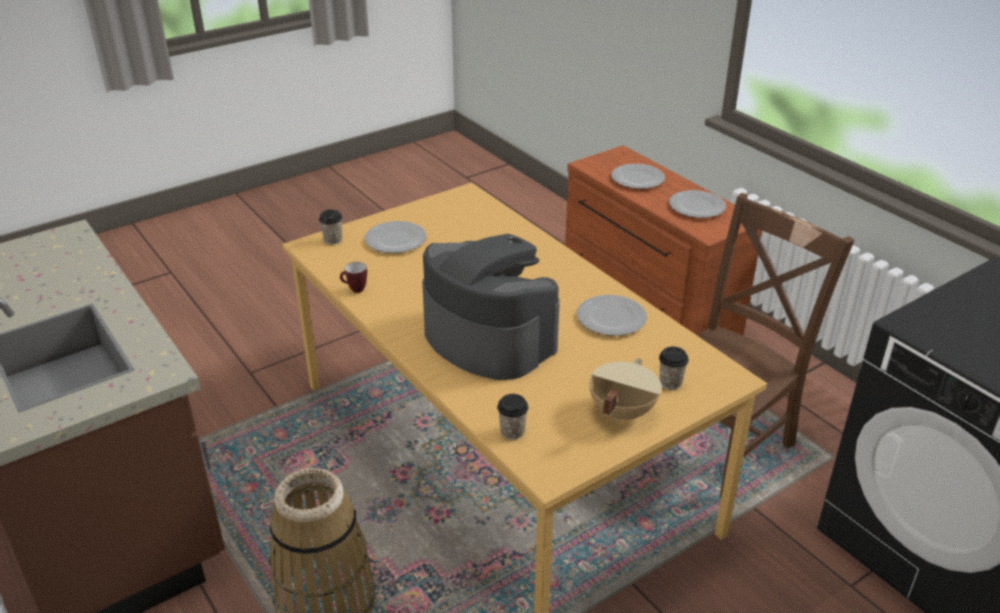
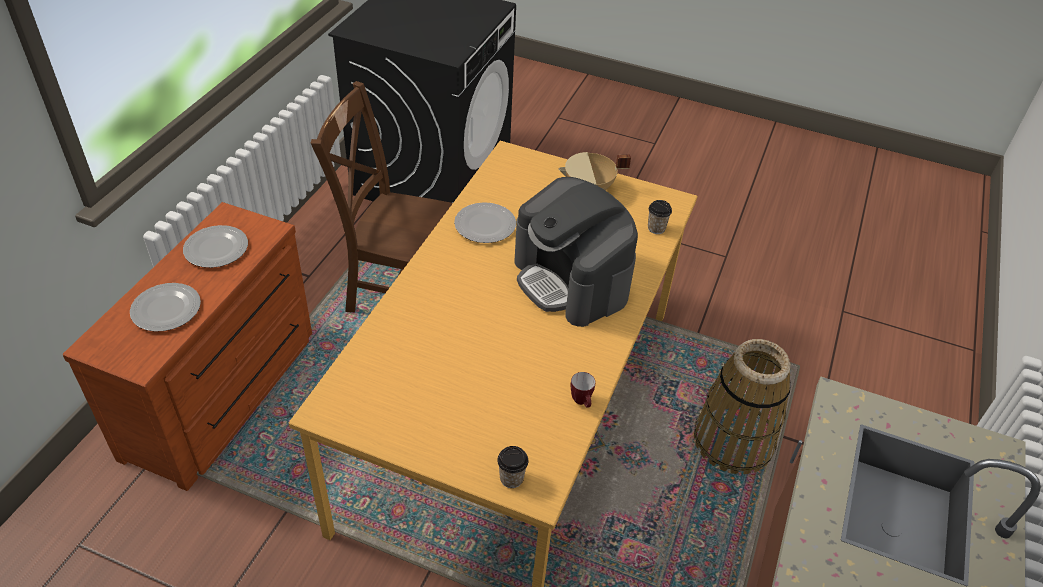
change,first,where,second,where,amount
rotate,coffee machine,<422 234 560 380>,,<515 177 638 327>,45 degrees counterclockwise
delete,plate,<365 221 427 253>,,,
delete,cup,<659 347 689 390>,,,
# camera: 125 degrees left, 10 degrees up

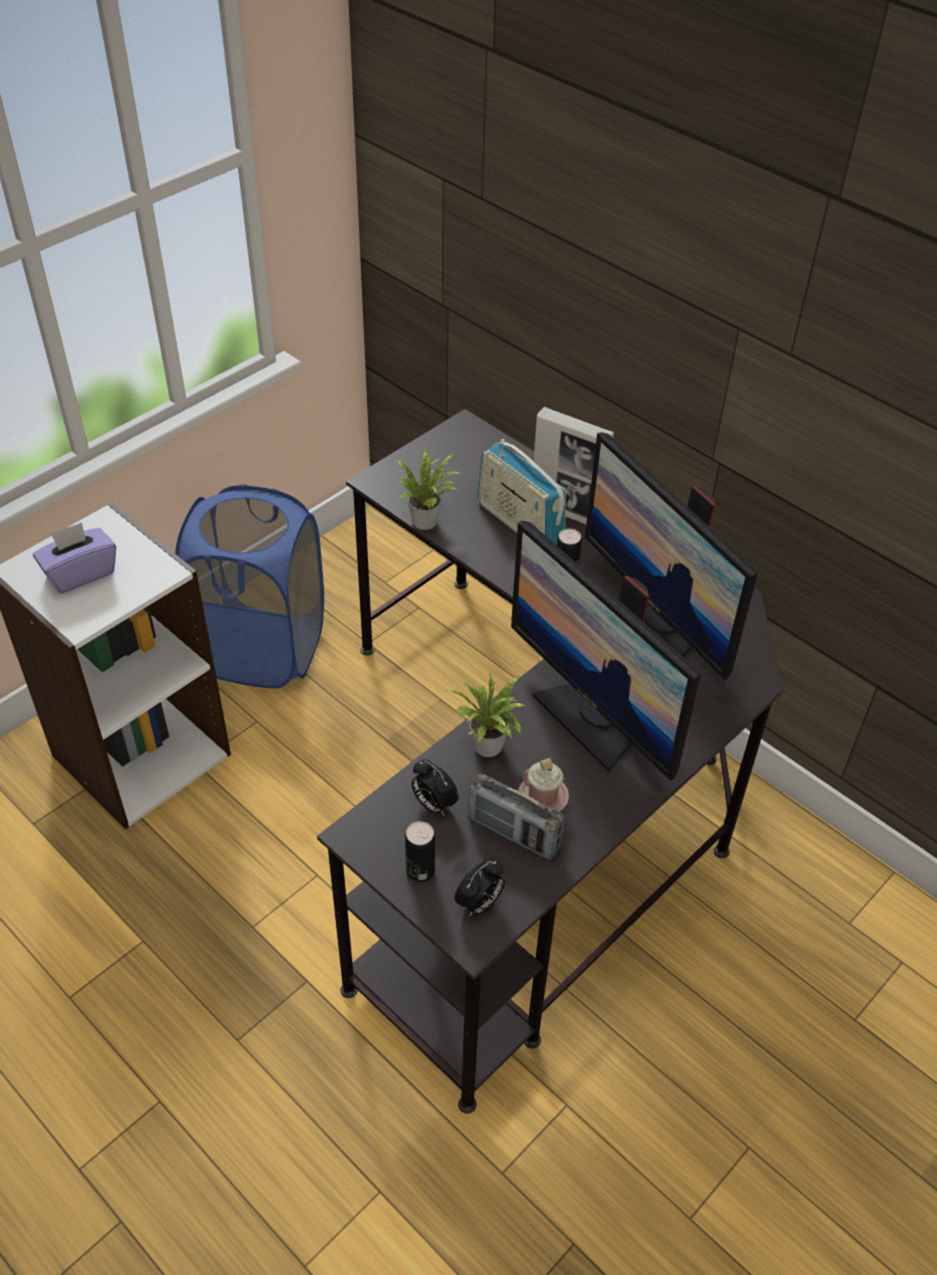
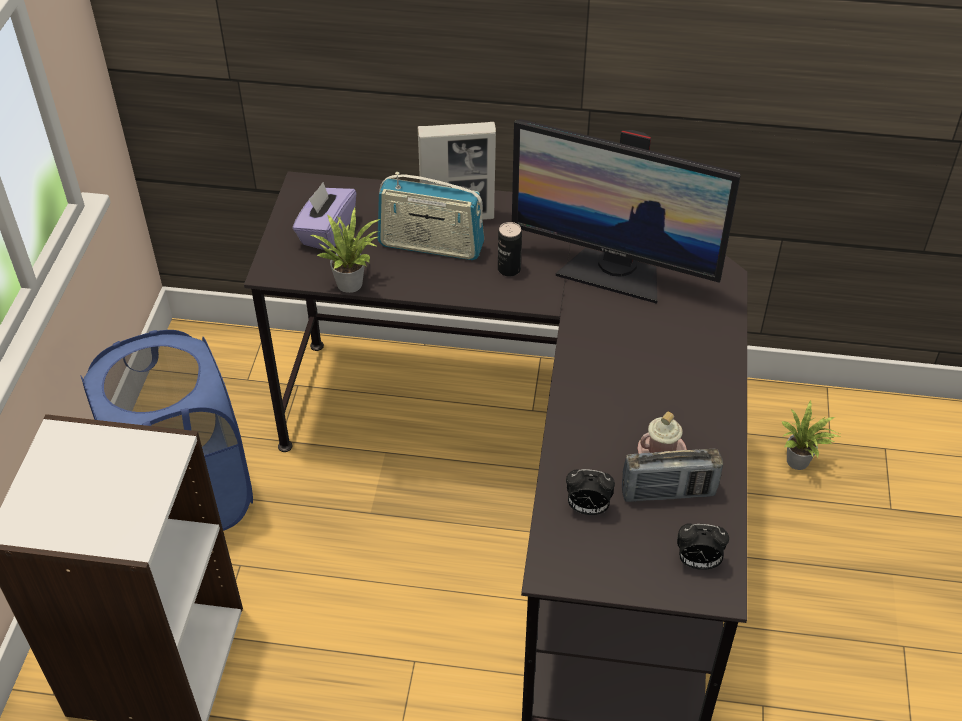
change,first,where,second,where,amount
move,tissue box (purple),<33 522 116 594>,,<293 182 356 251>,
rotate,alarm clock,<454 858 505 917>,,<677 523 729 570>,90 degrees clockwise
move,potted plant,<443 673 525 757>,,<781 400 840 470>,
delete,can,<405 821 435 882>,,,
delete,monitor,<511 521 701 781>,,,
# camera: 35 degrees left, 0 degrees up

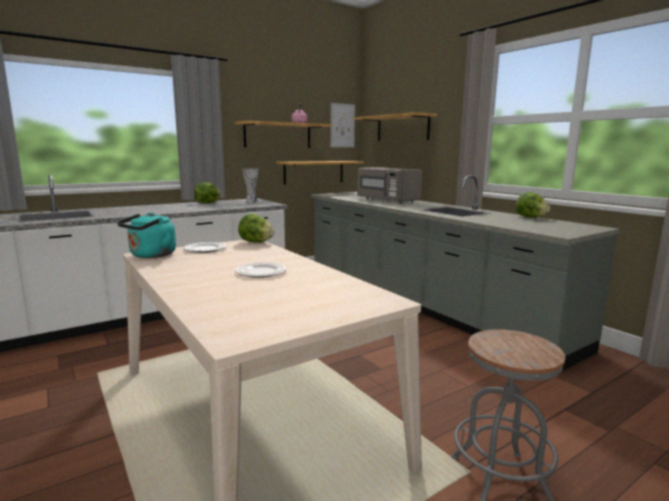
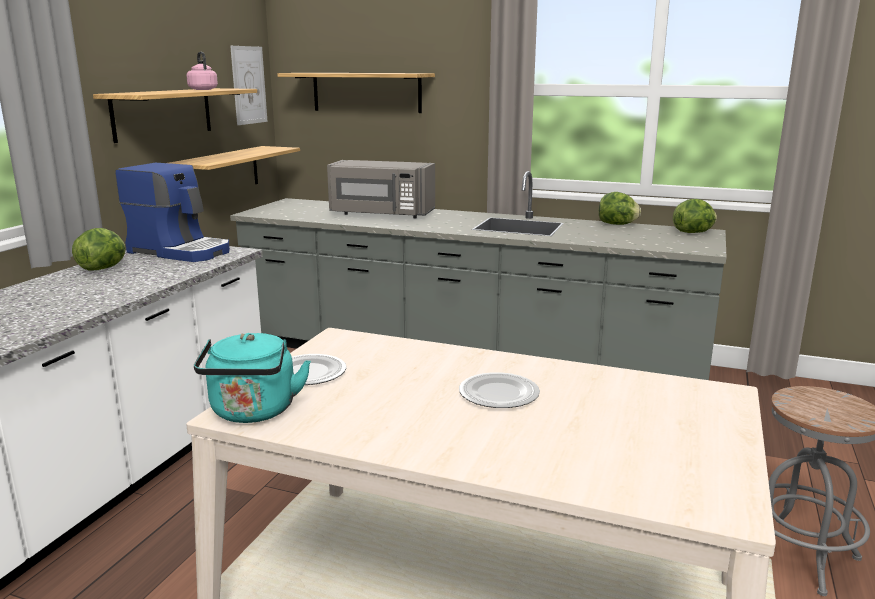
change,first,where,second,where,amount
replace,vase,<242 168 259 203>,coffee machine,<115 163 230 262>,
move,lettuce,<238 214 275 243>,,<673 199 717 233>,
# camera: 35 degrees left, 5 degrees up

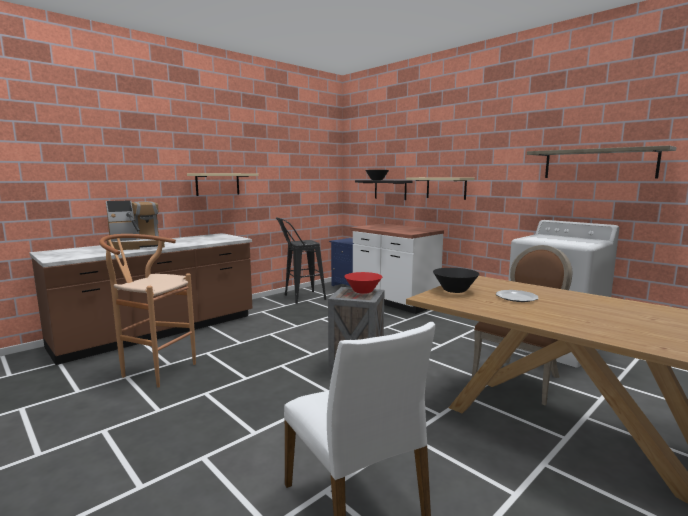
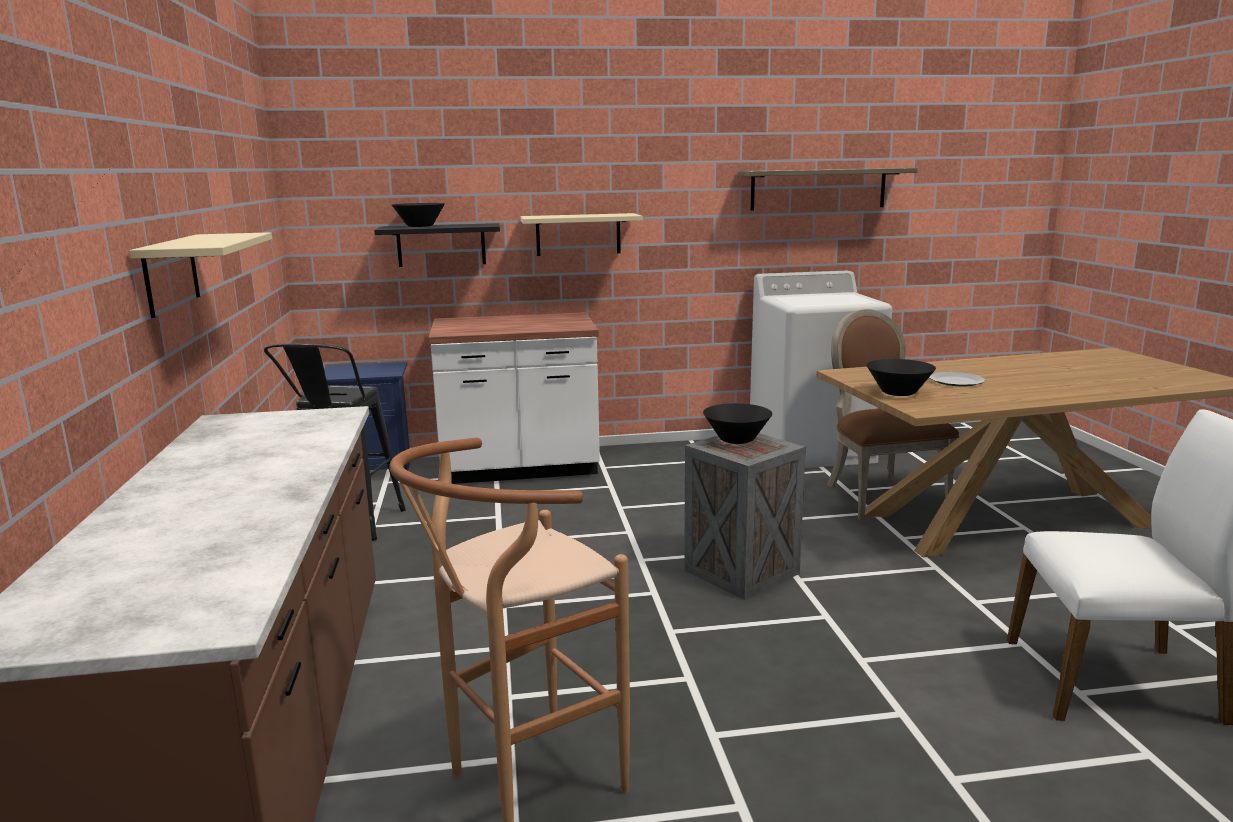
change,first,where,second,where,amount
recolor,bowl (red),<344 272 382 294>,bowl (black),<703 403 772 444>,
delete,coffee machine,<106 200 165 250>,,,
# camera: 55 degrees left, 5 degrees up

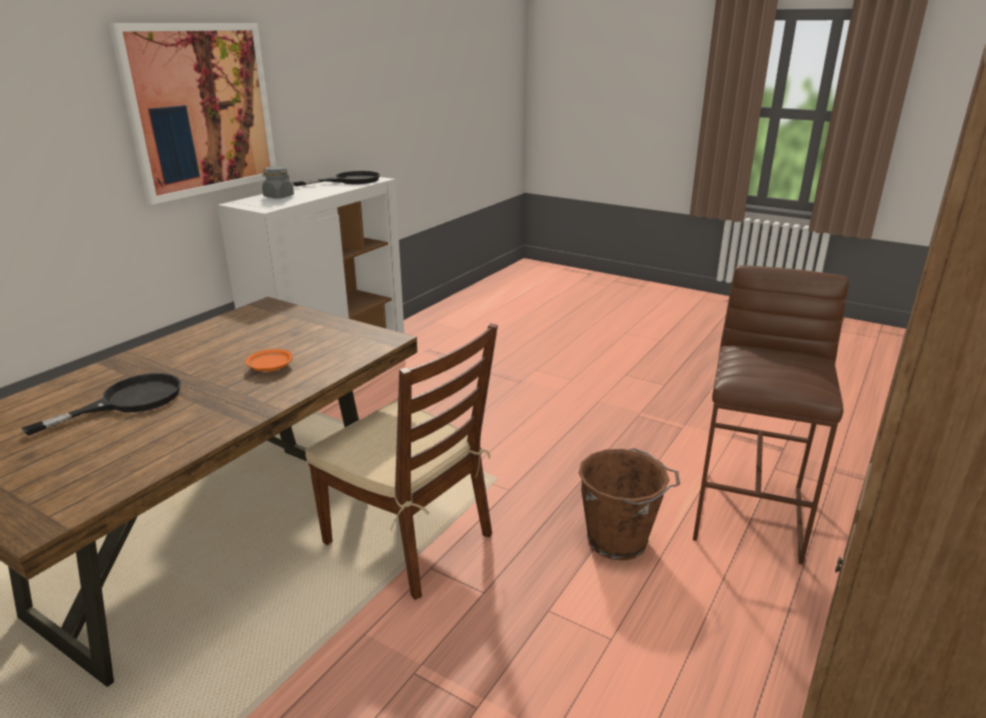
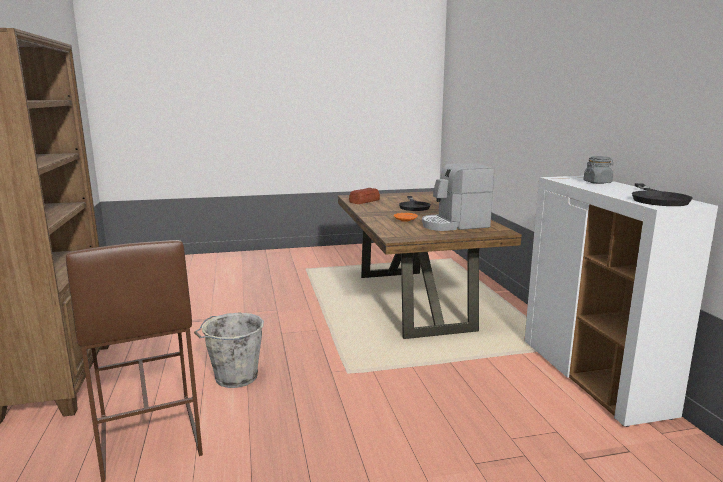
change,first,where,second,where,amount
recolor,bucket (brown),<579 448 680 561>,bucket (grey),<194 313 264 388>,
insert,,,bread,<349 188 380 204>,
insert,,,coffee machine,<422 163 494 231>,
delete,picture,<109 23 276 205>,,,
delete,chair (brown),<305 323 498 600>,,,
# camera: 135 degrees right, 10 degrees down

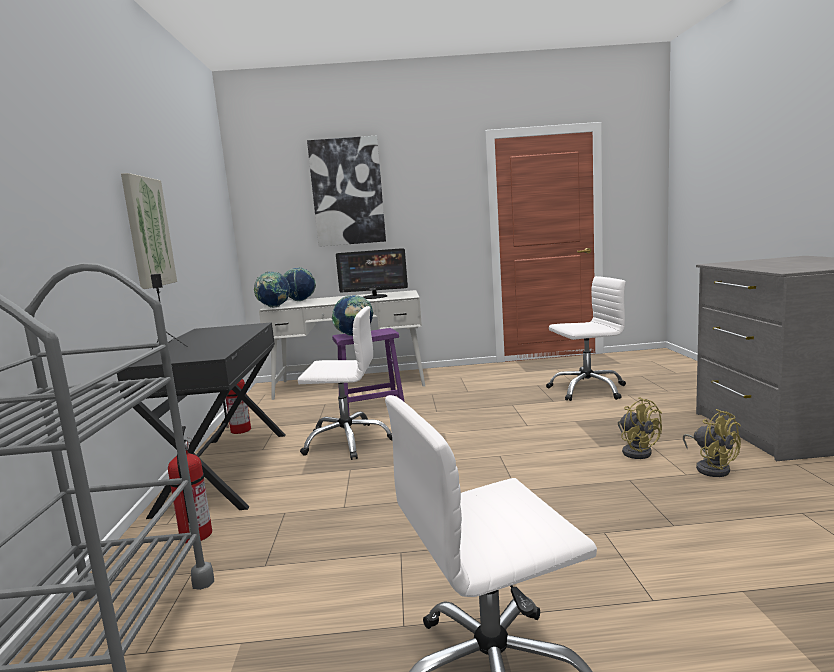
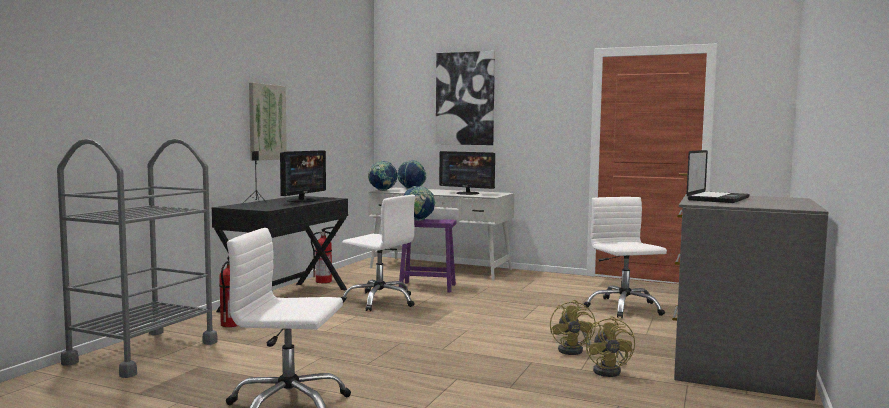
change,first,where,second,where,amount
insert,,,monitor,<280 150 326 202>,
rotate,office chair (white),<546 276 626 401>,,<584 197 667 318>,120 degrees counterclockwise
insert,,,laptop,<687 150 749 203>,
# camera: 25 degrees right, 5 degrees down

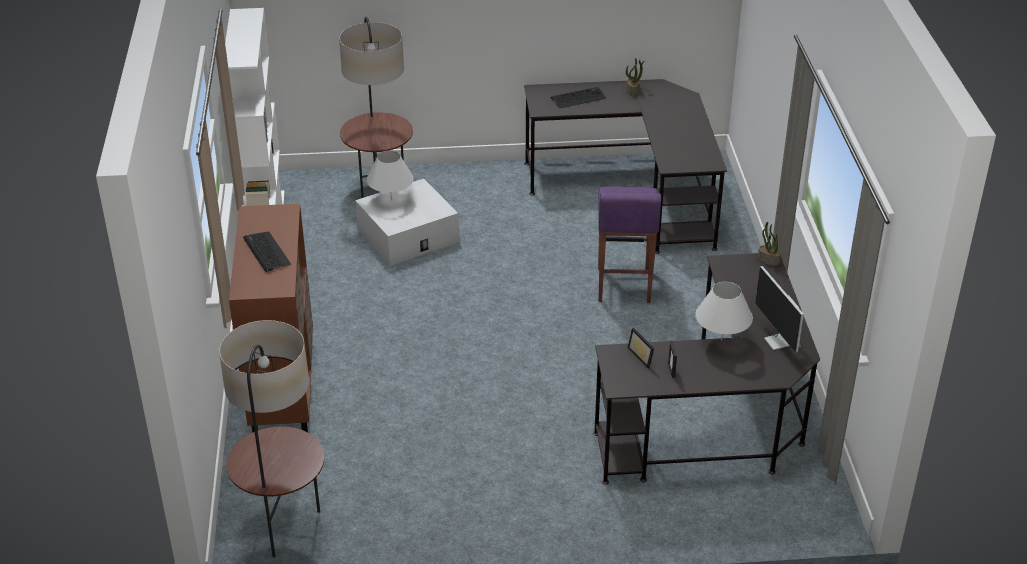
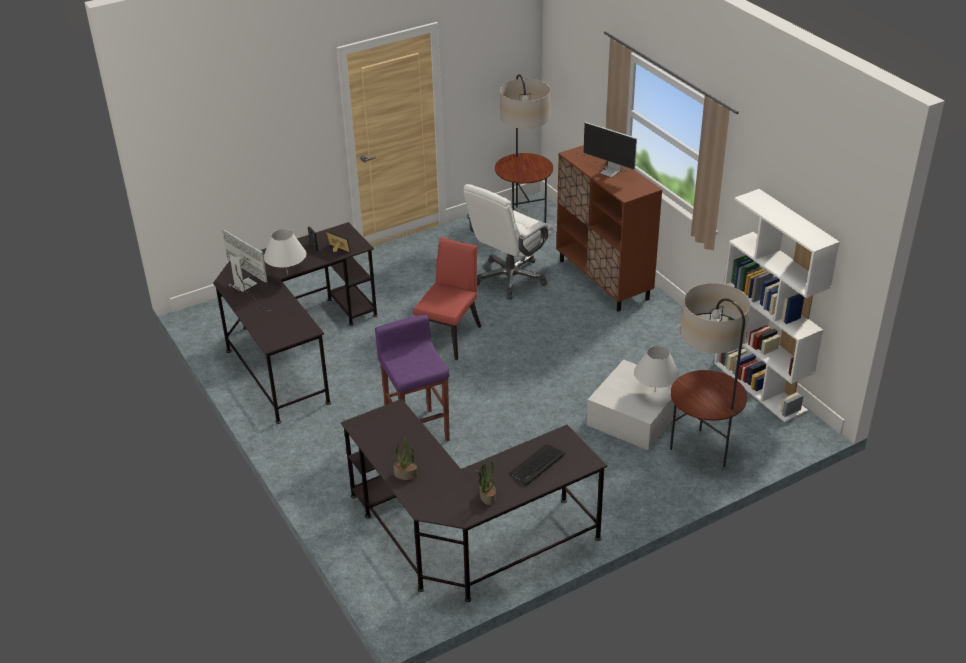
change,first,where,second,where,amount
move,potted plant,<758 222 781 266>,,<393 437 417 480>,
insert,,,chair (red),<413 237 481 360>,
insert,,,office chair (white),<463 184 555 300>,
replace,keyboard,<243 231 291 272>,monitor,<574 122 637 177>,
# camera: 155 degrees right, 0 degrees up

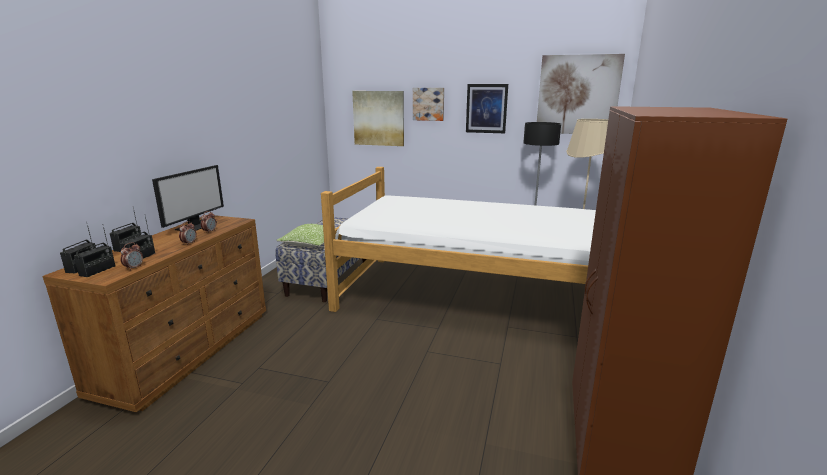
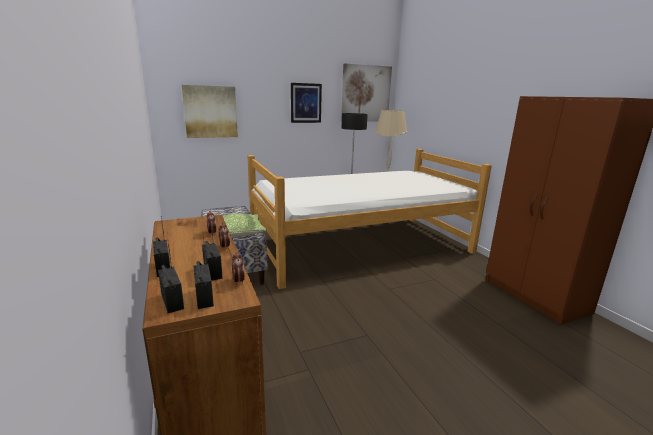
change,first,where,second,where,amount
delete,monitor,<152 165 224 231>,,,
delete,picture,<413 88 444 121>,,,
# camera: 40 degrees left, 0 degrees up

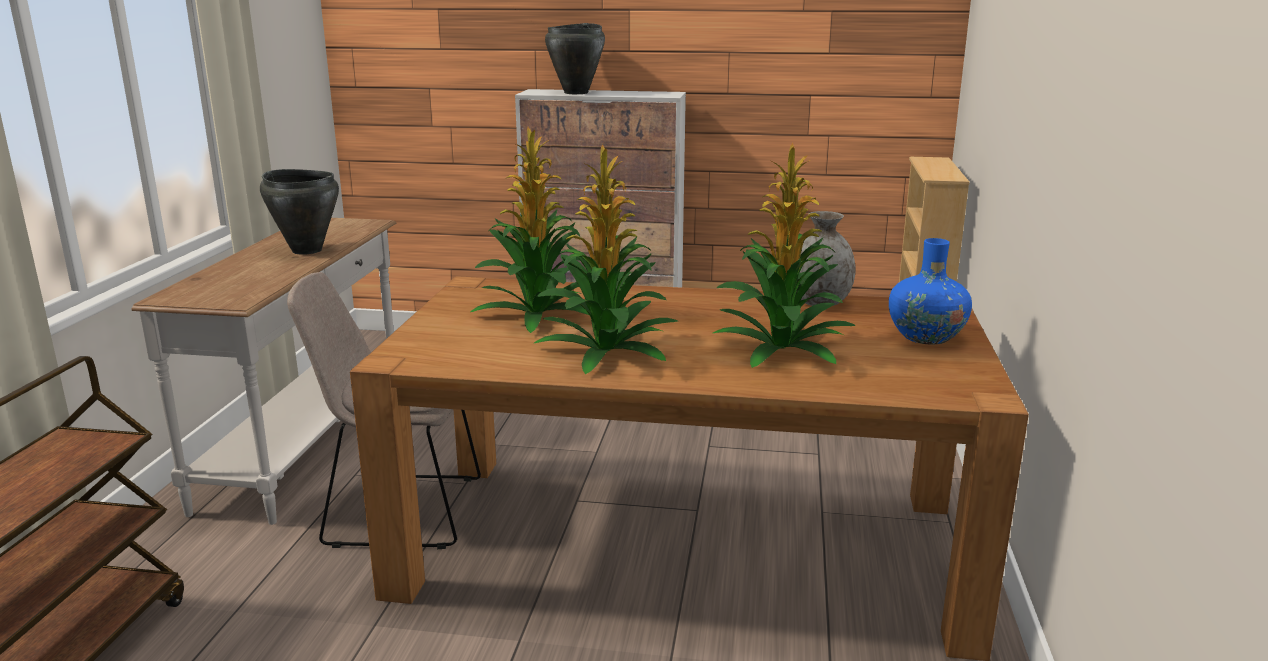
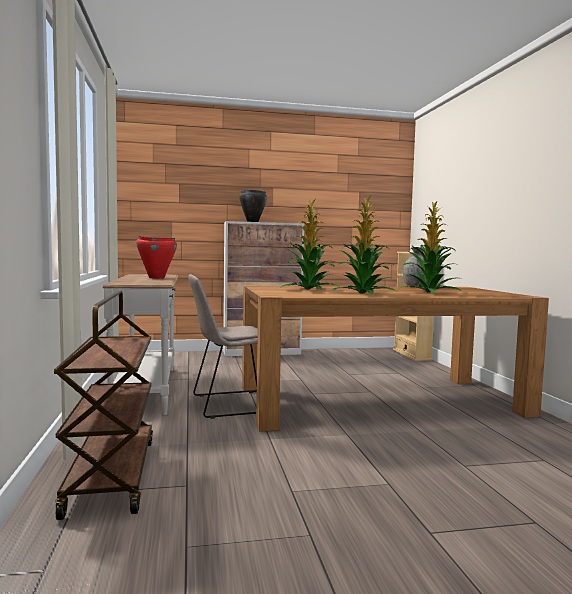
change,first,where,second,where,amount
recolor,cooking pot (black),<260 169 339 255>,cooking pot (red),<136 236 177 278>,
delete,vase (blue),<889 238 972 344>,,,
# camera: 20 degrees left, 15 degrees down

